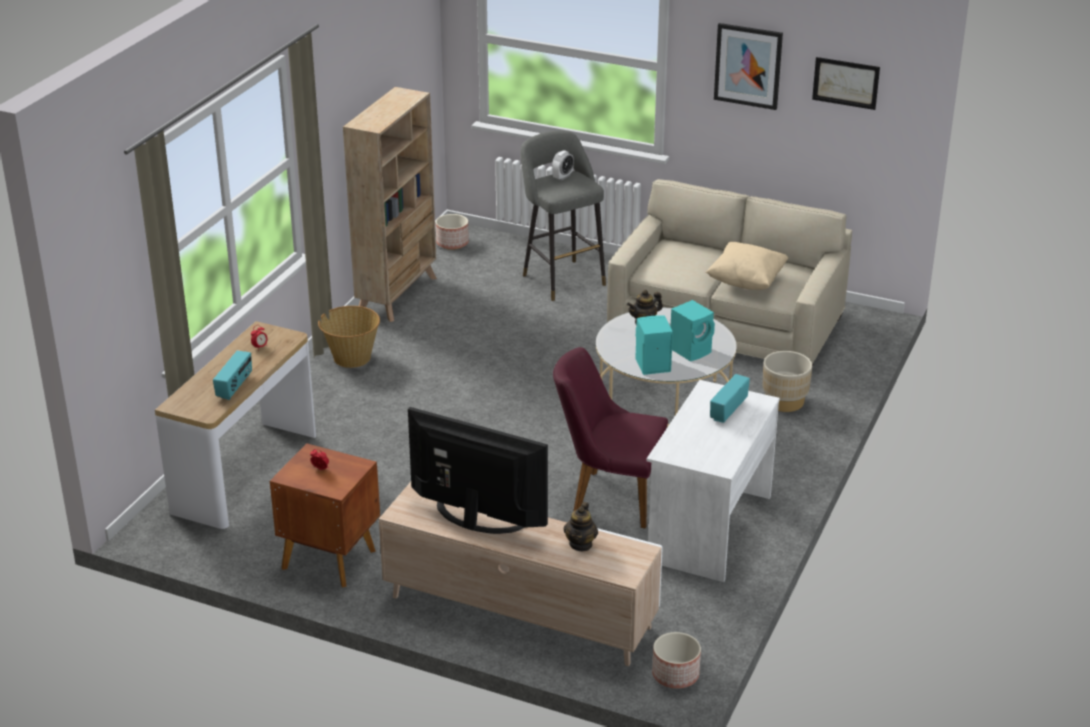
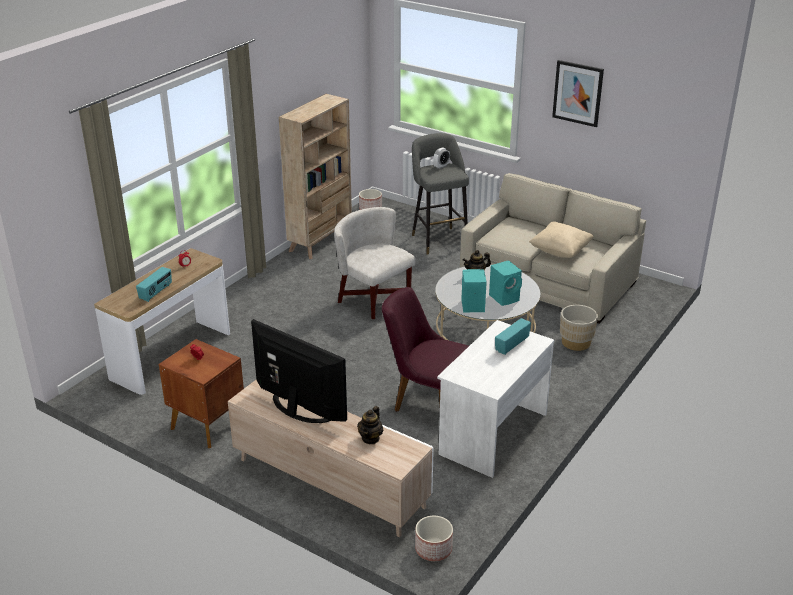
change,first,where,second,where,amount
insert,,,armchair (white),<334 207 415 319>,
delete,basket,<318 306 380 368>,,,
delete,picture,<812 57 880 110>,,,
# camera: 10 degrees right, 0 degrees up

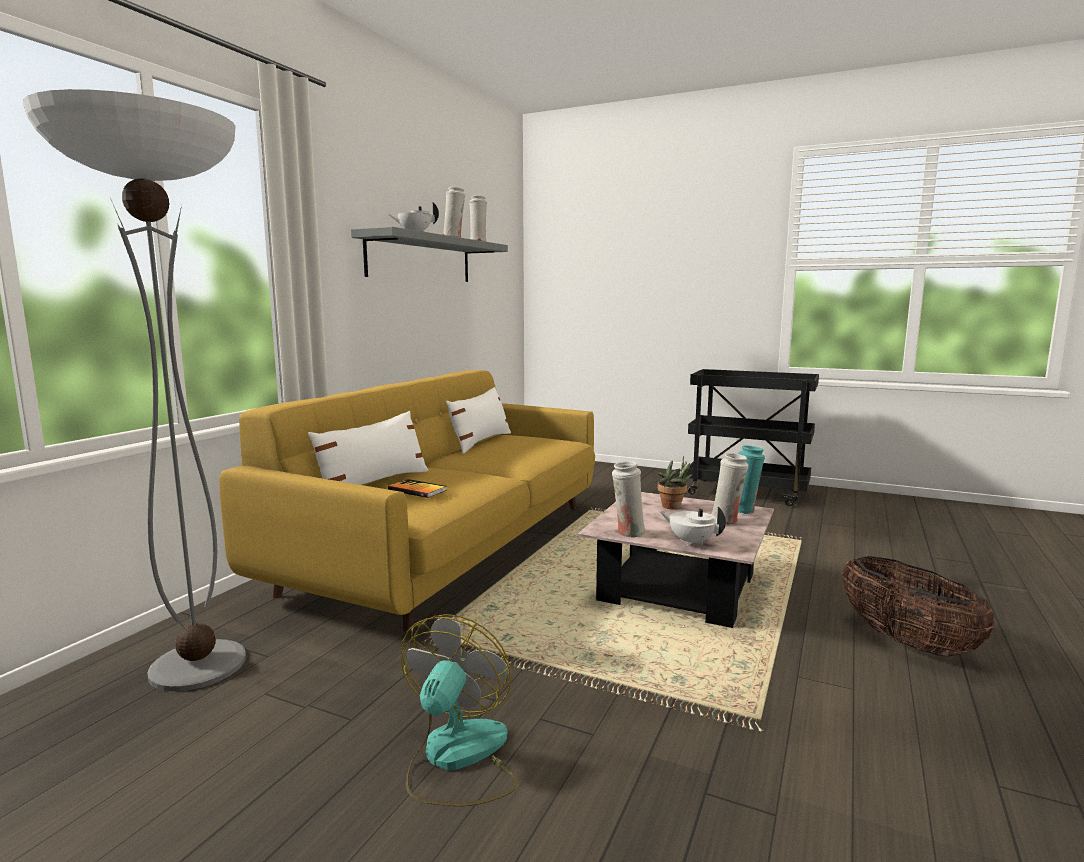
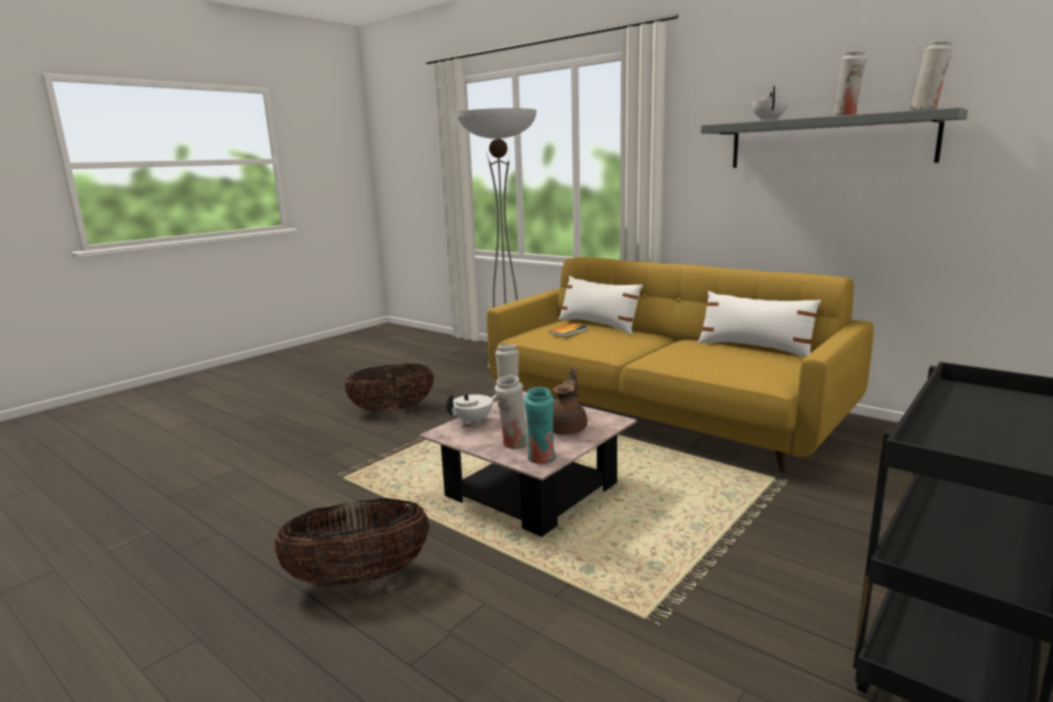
change,first,where,second,where,amount
replace,fan,<401 614 518 806>,basket,<344 364 434 412>,
replace,potted plant,<658 456 692 509>,teapot (brown),<553 368 587 435>,
# camera: 105 degrees right, 5 degrees up

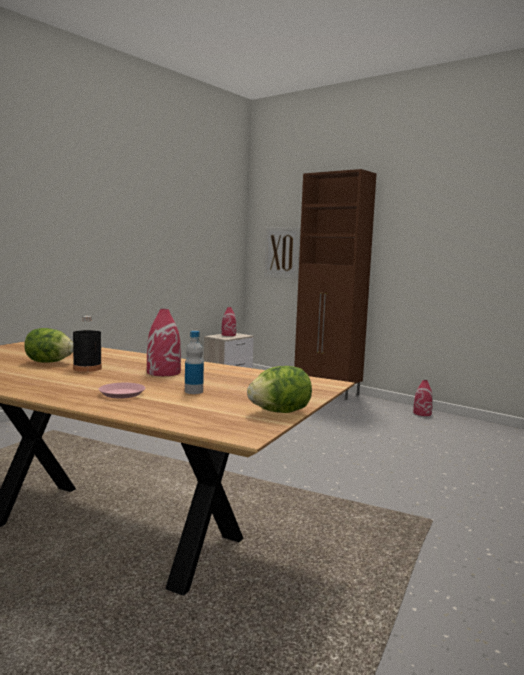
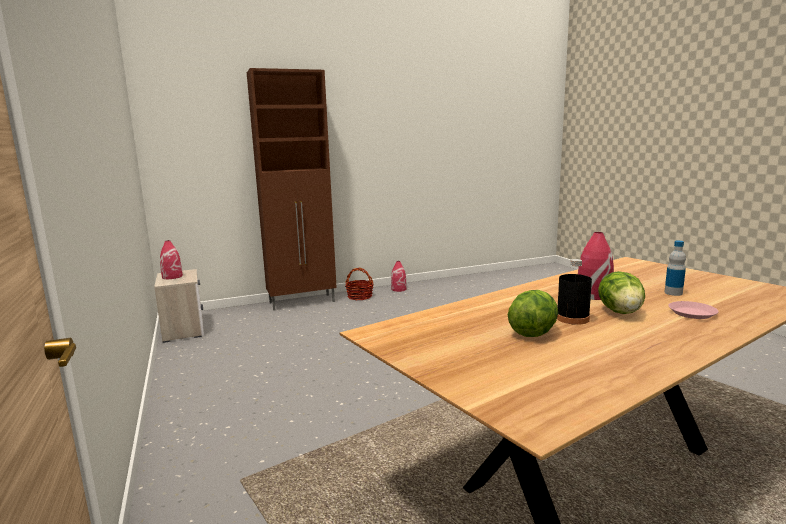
change,first,where,second,where,amount
insert,,,basket,<345 268 374 301>,
move,lettuce,<247 366 312 413>,,<598 271 645 314>,
delete,picture,<264 227 300 280>,,,
# camera: 60 degrees left, 5 degrees up

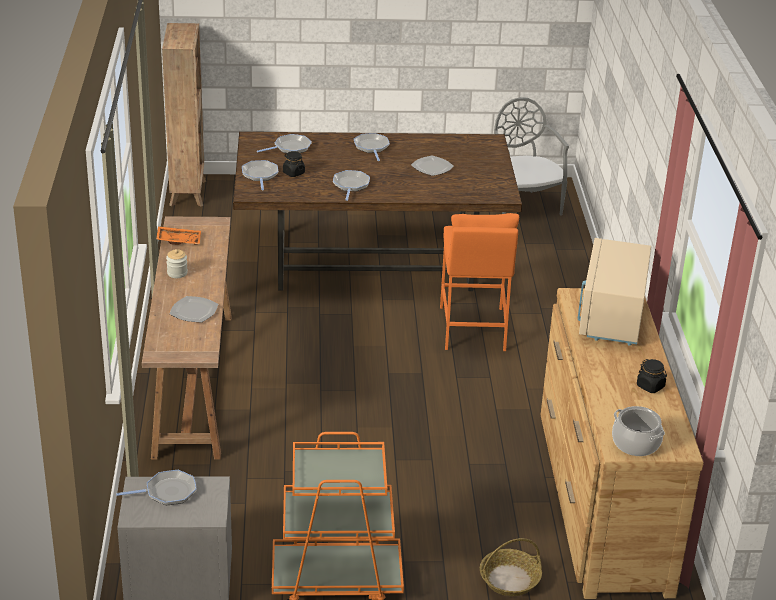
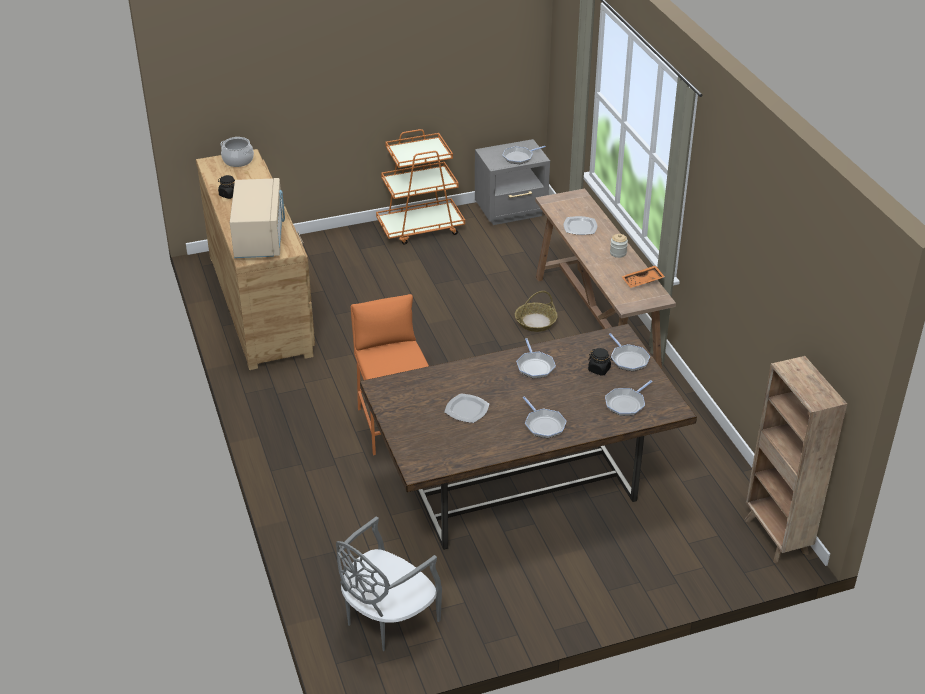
change,first,where,second,where,amount
rotate,chair (grey),<494 97 569 216>,,<336 516 442 651>,75 degrees clockwise
move,basket,<480 538 542 596>,,<515 291 558 332>,
# camera: 165 degrees right, 5 degrees up

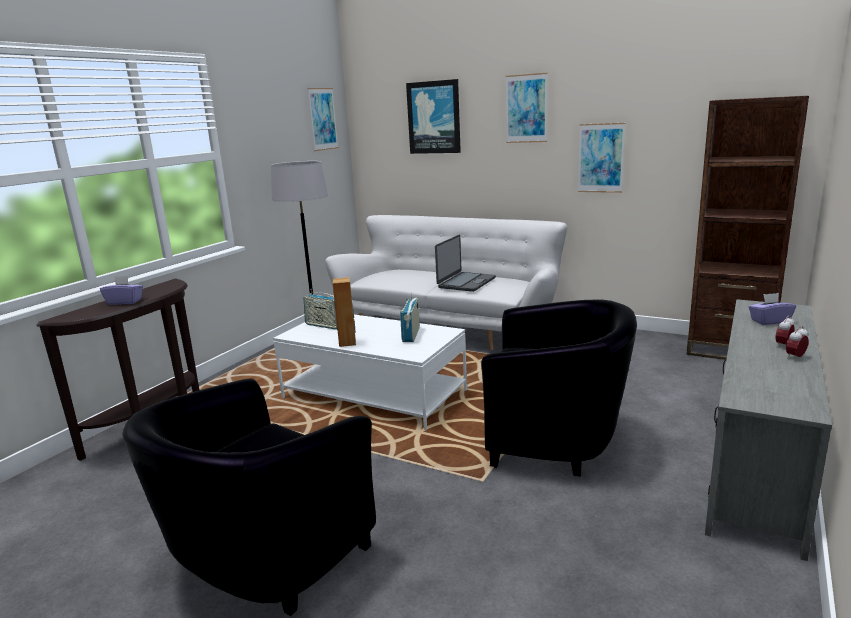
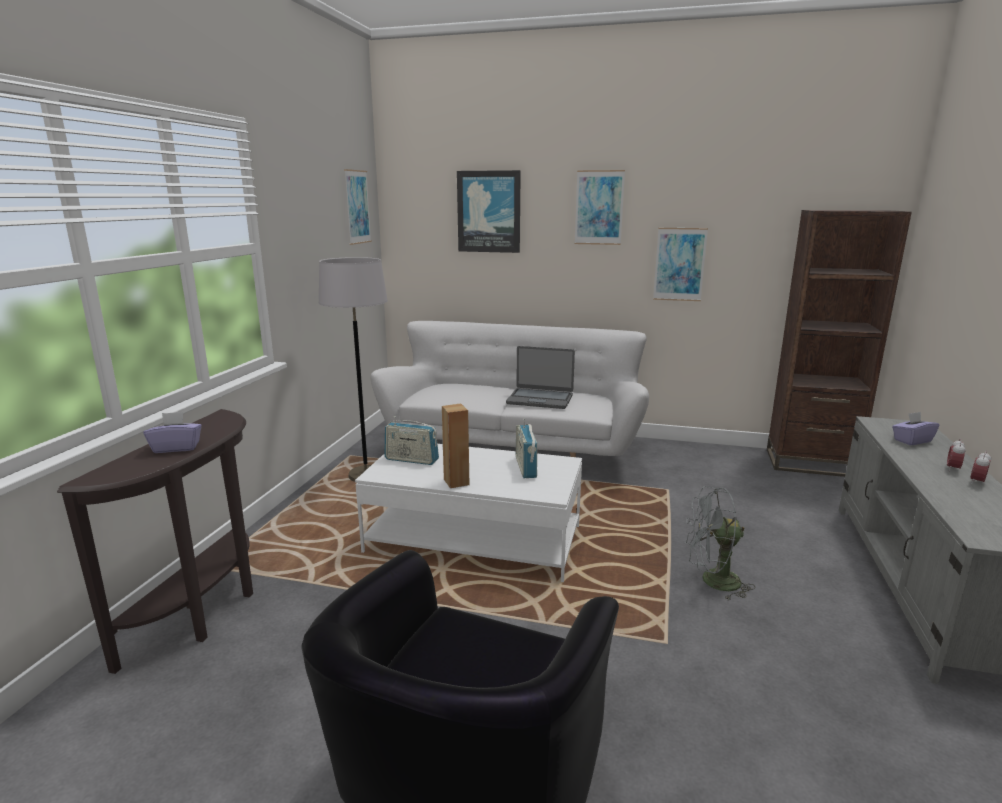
change,first,where,second,where,amount
rotate,laptop,<435 235 496 292>,,<506 346 575 409>,90 degrees clockwise
replace,armchair (black),<481 300 637 477>,fan (grey),<685 486 755 600>,
# camera: 15 degrees left, 0 degrees up

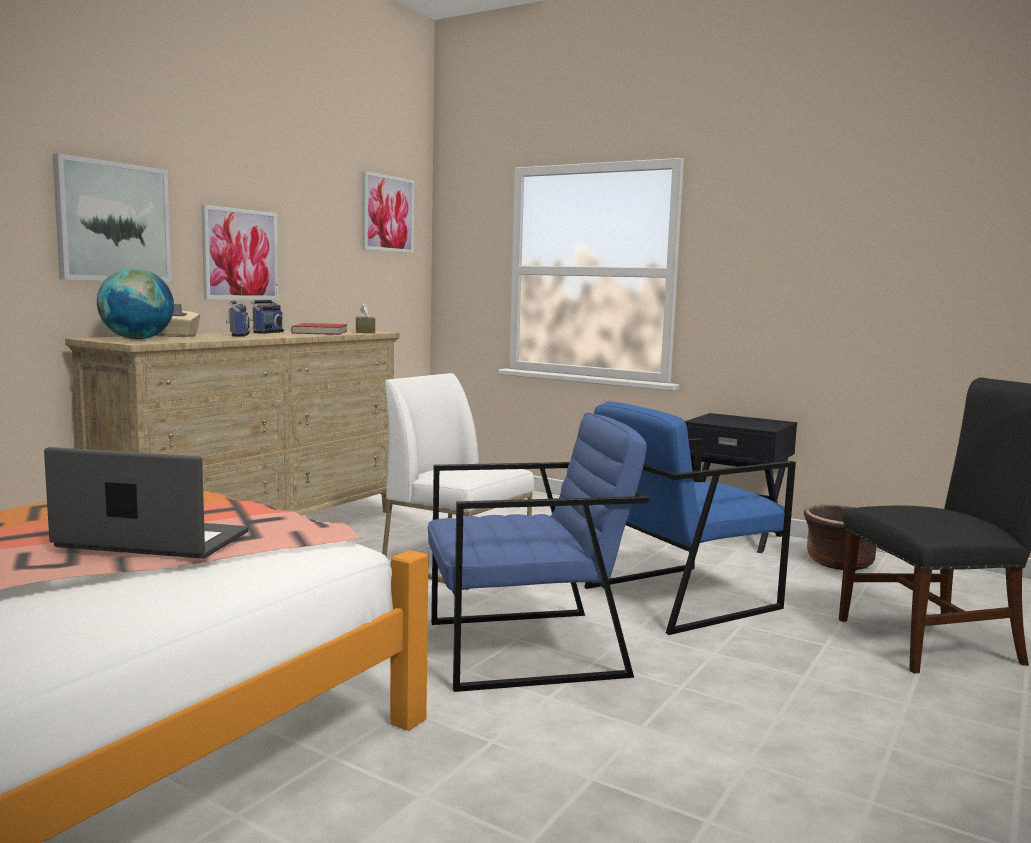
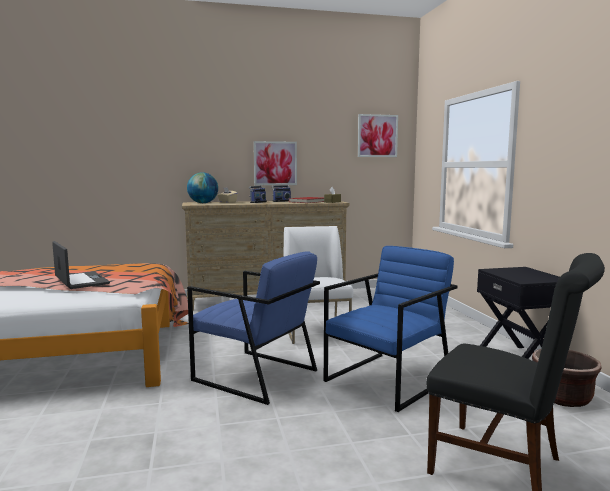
change,first,where,second,where,amount
rotate,armchair (blue),<584 402 796 635>,,<324 246 458 412>,120 degrees clockwise
delete,picture,<53 153 171 282>,,,
# camera: 45 degrees right, 0 degrees up

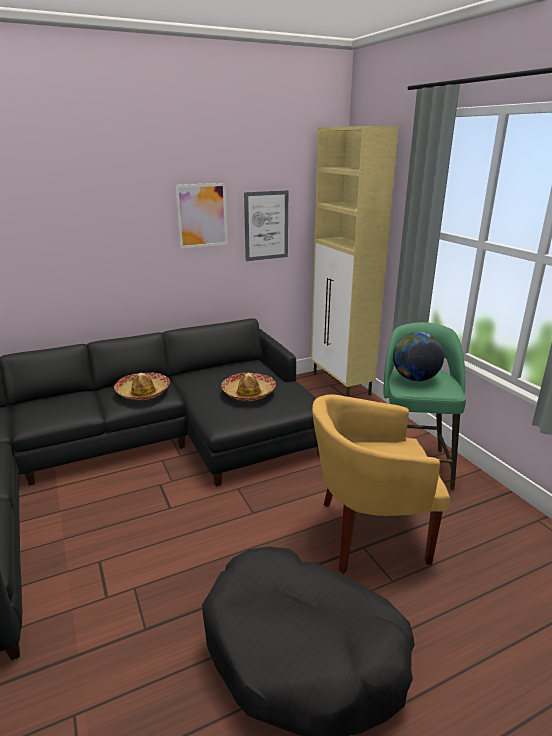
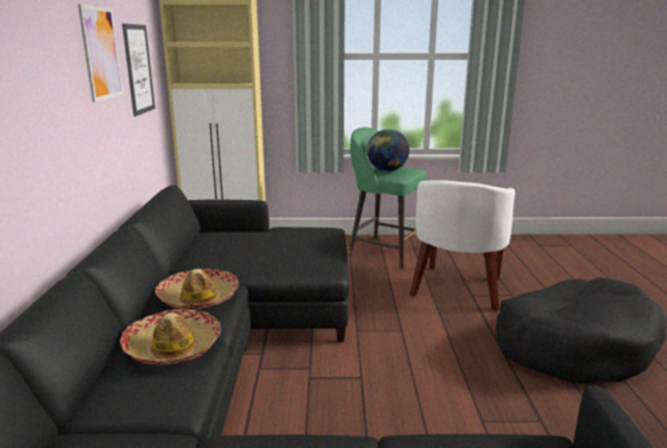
change,first,where,second,where,amount
move,hat,<221 373 276 401>,,<120 309 221 365>,
recolor,armchair (yellow),<312 394 450 574>,armchair (white),<409 180 515 311>,
# camera: 65 degrees left, 5 degrees down

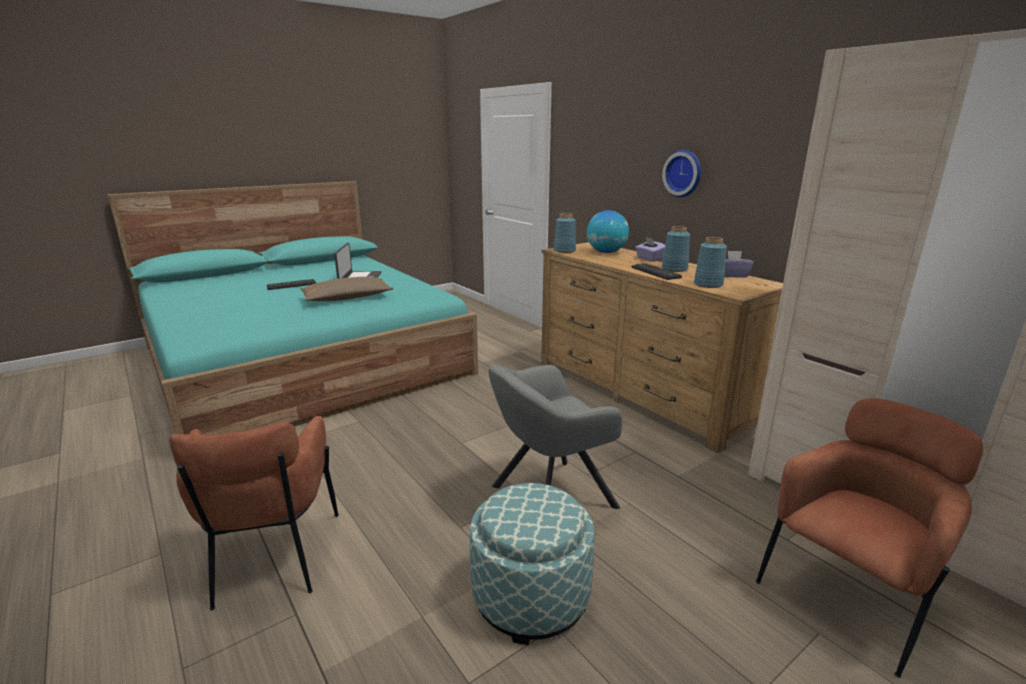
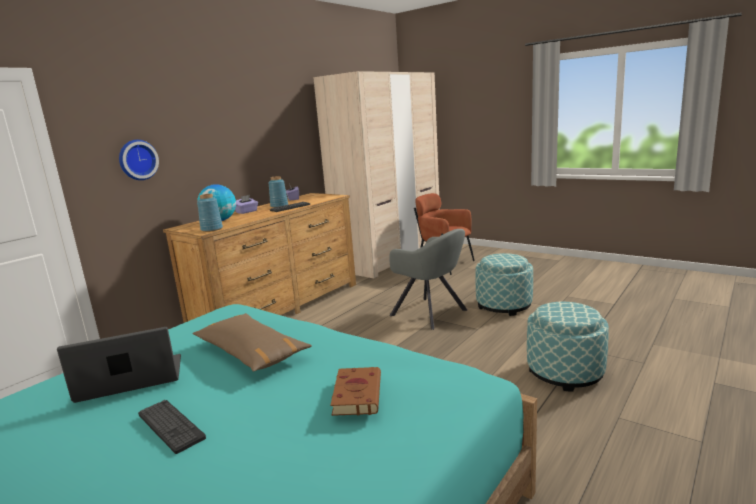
change,first,where,second,where,amount
move,wall clock,<662 150 701 197>,,<119 140 159 180>,
insert,,,book (brown),<330 367 381 416>,
replace,armchair (brown),<169 416 339 610>,ottoman,<527 302 609 392>,
delete,vase (blue),<694 237 727 288>,,,
# camera: 105 degrees left, 5 degrees down

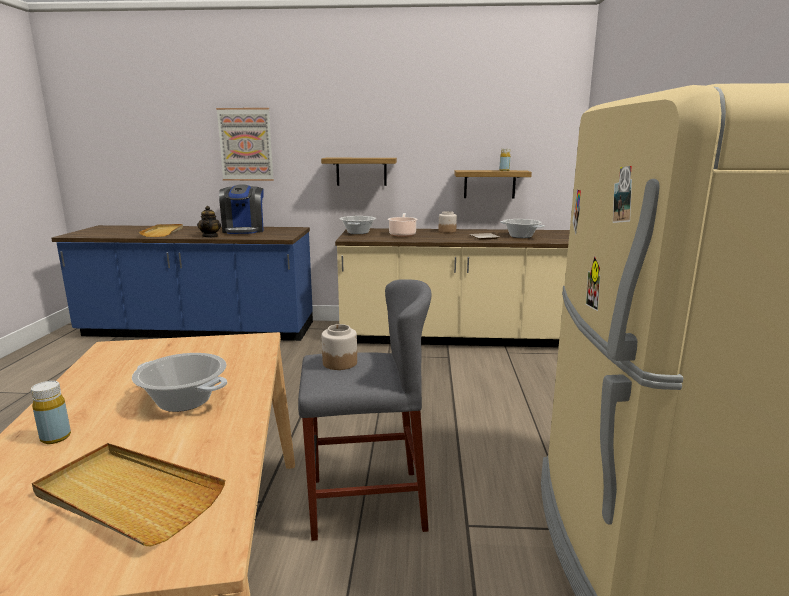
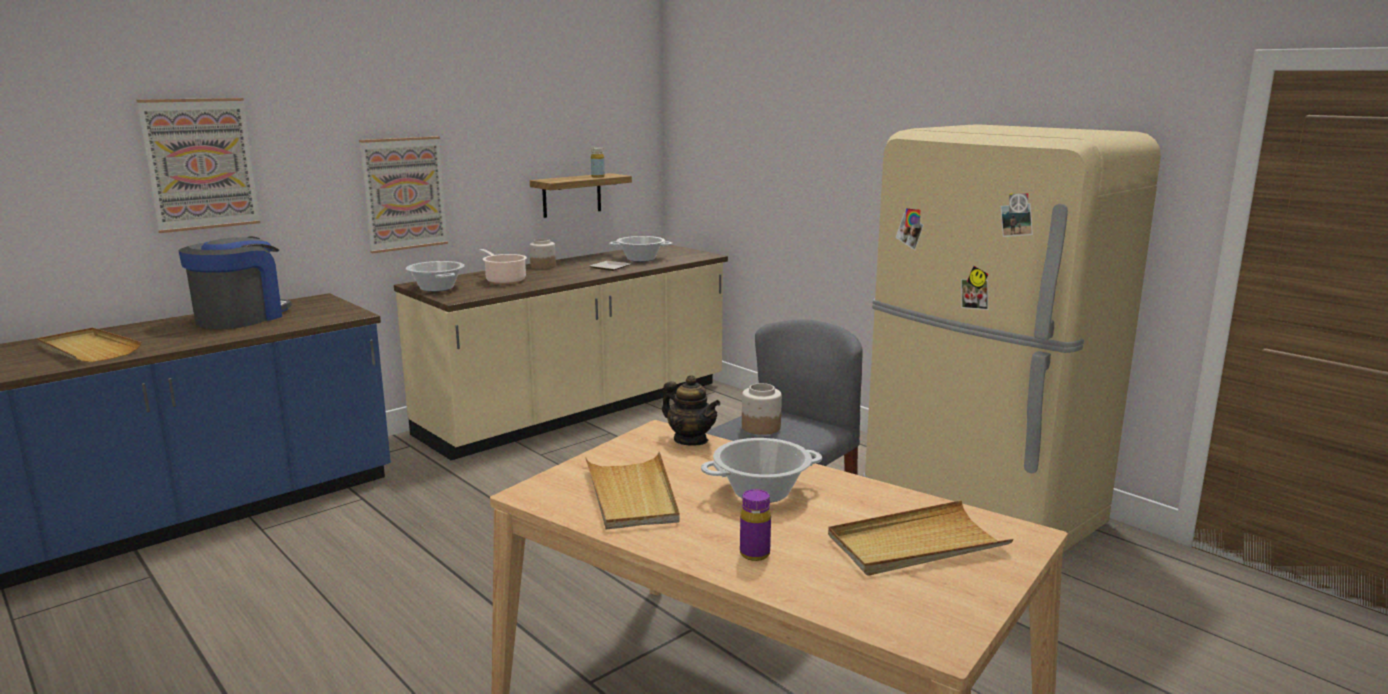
change,first,where,second,where,amount
rotate,coffee machine,<219 184 264 234>,,<178 236 292 329>,105 degrees counterclockwise
replace,shelf,<321 158 397 186>,picture,<359 136 448 253>,
insert,,,tray (beige),<585 451 680 530>,
move,teapot,<197 206 221 238>,,<662 375 720 446>,
recolor,bottle (yellow),<31 381 71 444>,bottle (purple),<740 489 771 561>,
# camera: 45 degrees left, 0 degrees up

